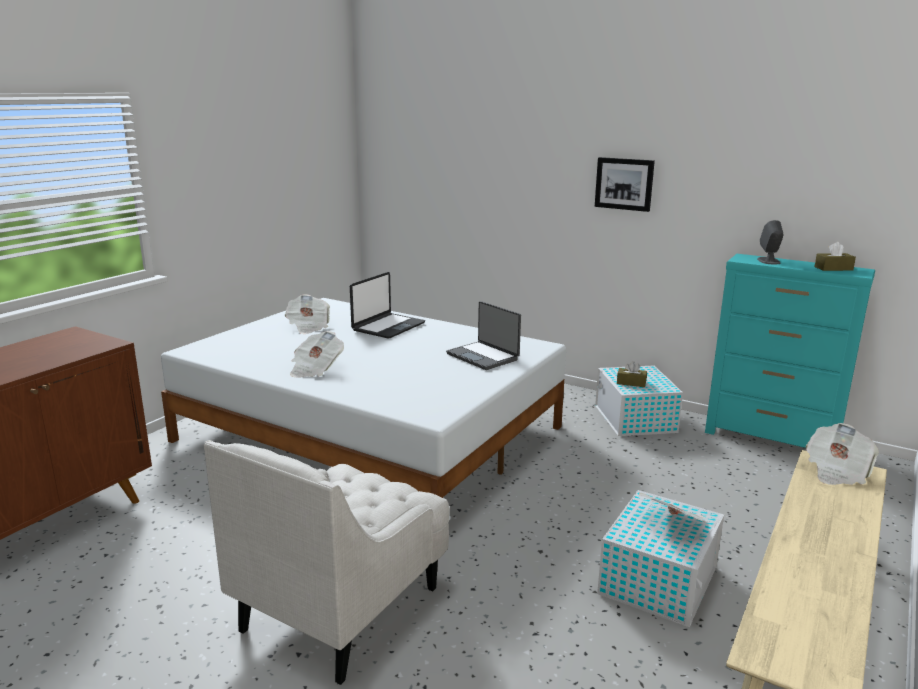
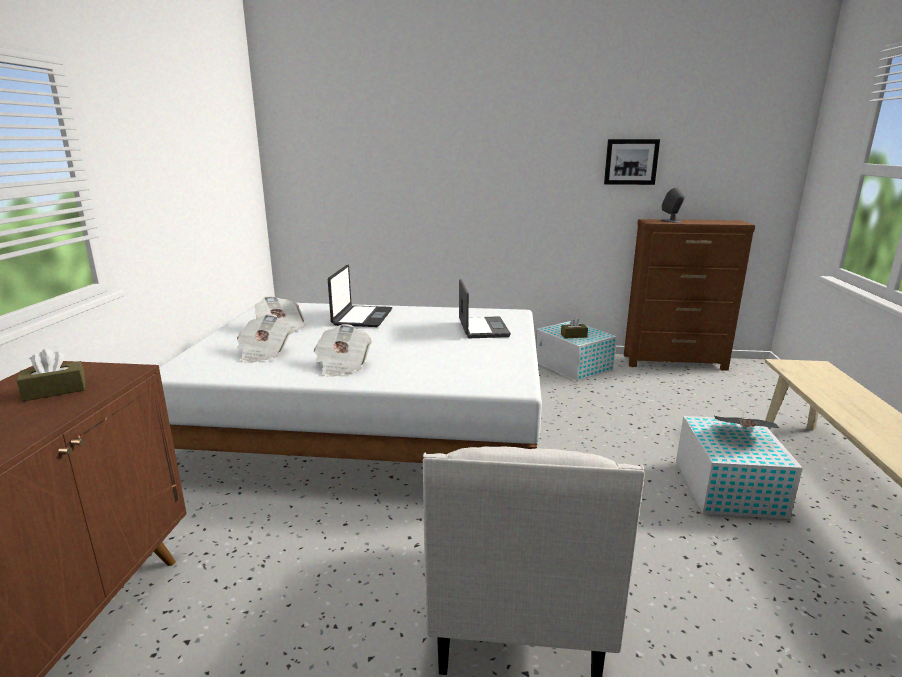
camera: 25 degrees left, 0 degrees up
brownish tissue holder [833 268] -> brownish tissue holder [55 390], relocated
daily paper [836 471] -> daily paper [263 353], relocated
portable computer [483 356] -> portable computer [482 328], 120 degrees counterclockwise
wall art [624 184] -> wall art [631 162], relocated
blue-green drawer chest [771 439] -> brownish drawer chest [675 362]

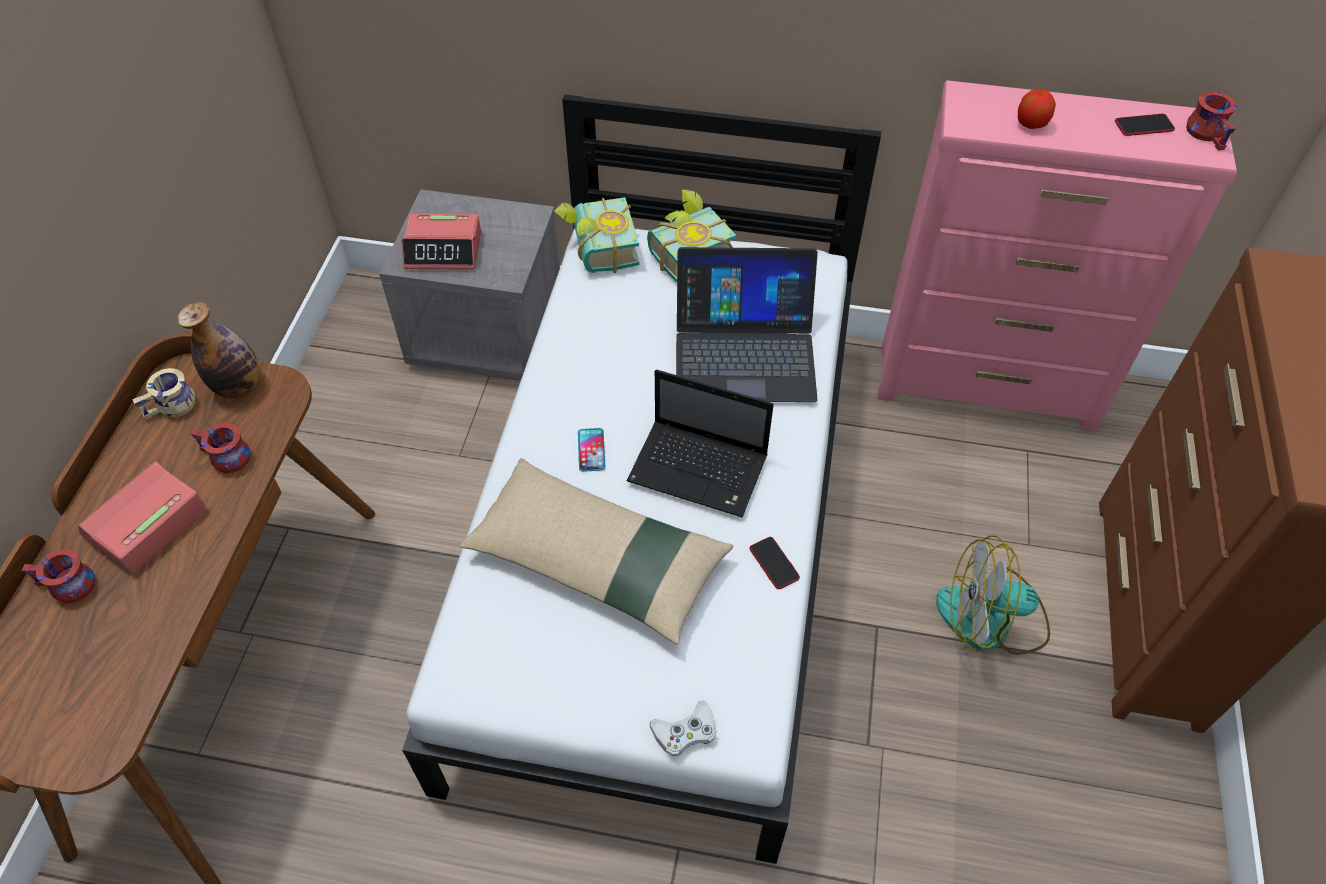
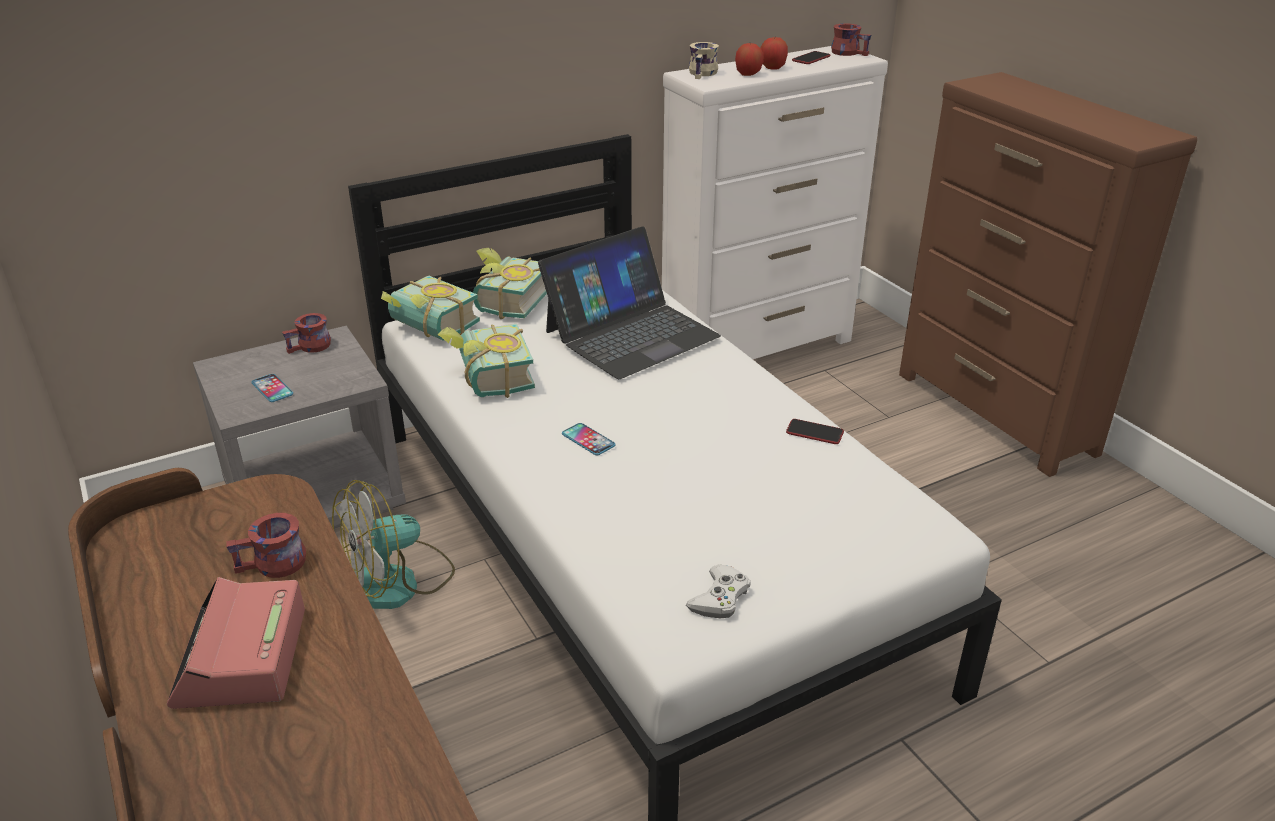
camera: 40 degrees left, 20 degrees down
table clock [444 250] -> handset [272 389]
reddish mug [66 588] -> reddish mug [311 347], relocated
fan [991 620] -> fan [396 581], relocated
none -> book [487 379]
pink drawer chest [988 388] -> whitish drawer chest [759 350]
whitish joypad [685 732] -> whitish joypad [720 598], relocated
beige-coloured mug [172 408] -> beige-coloured mug [704 74], relocated
none -> whole apple [772 68]
bottle [239 386] -> none
beige-coloured cushion [597 560] -> none
portable computer [701 470] -> none

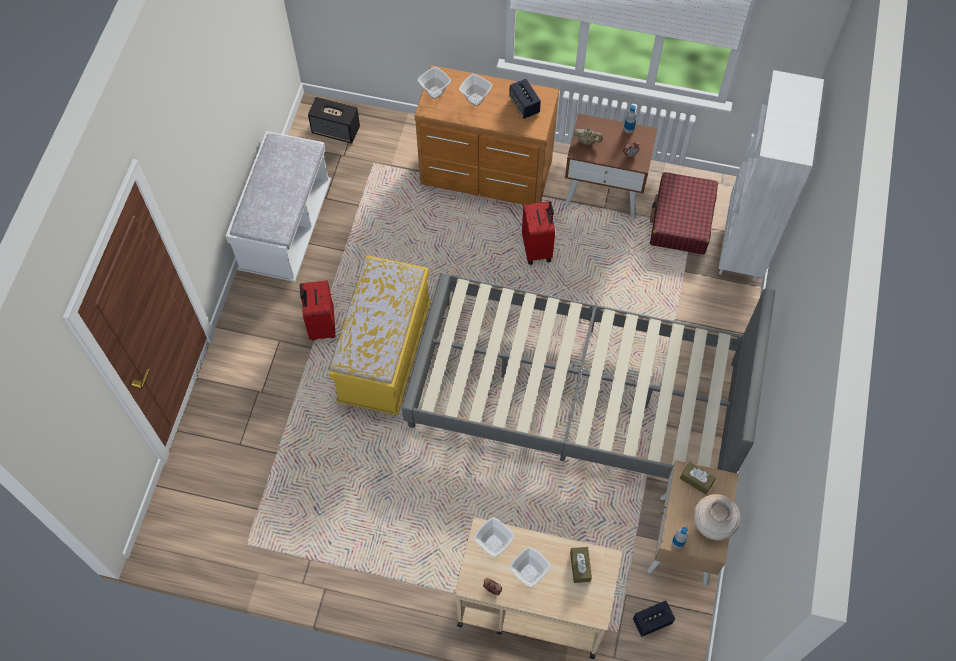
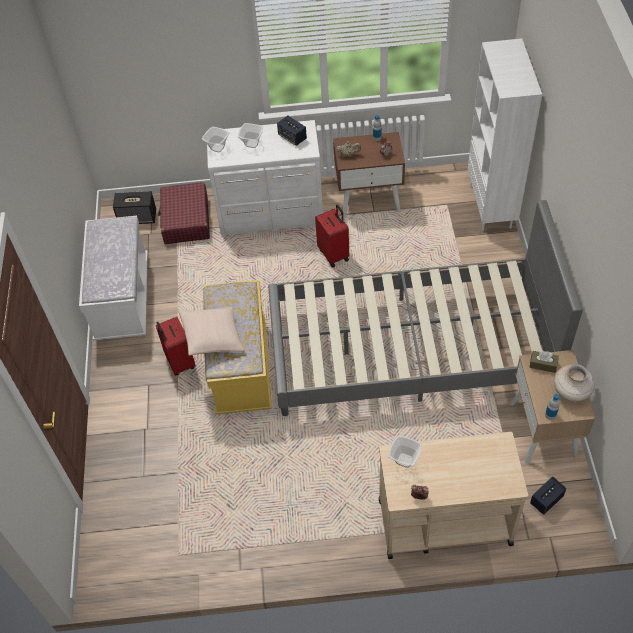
camera: 15 degrees left, 10 degrees down
reddish travel case [681 220] -> reddish travel case [186 220], relocated
none -> beige-coloured cushion [213 337]
brownish drawer chest [486 174] -> whitish drawer chest [272 214]
deep dish [530 573] -> none
brownish tissue holder [580 566] -> none

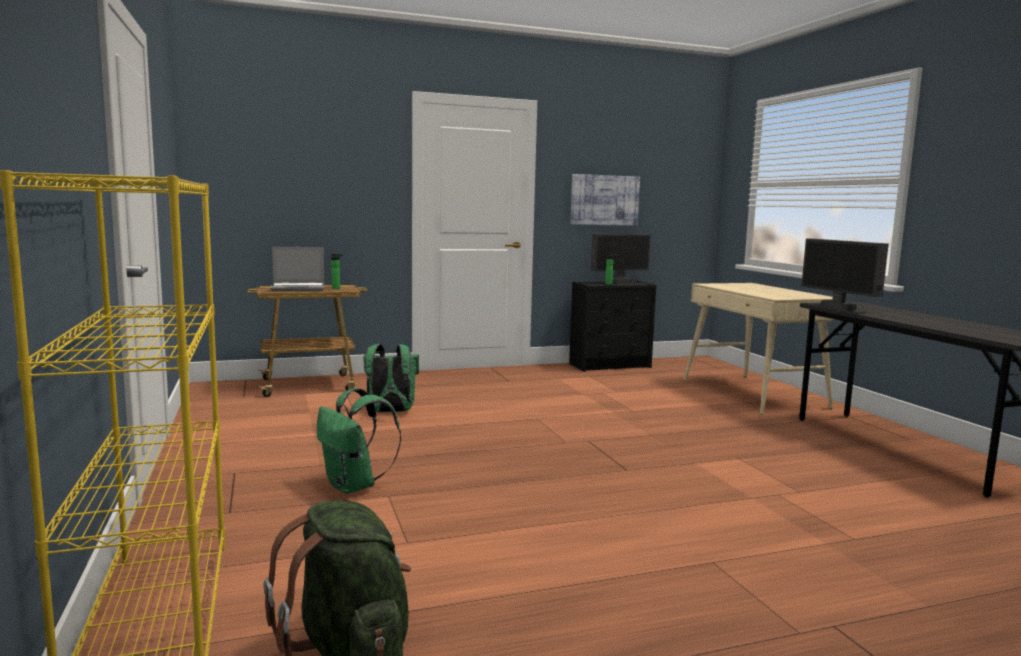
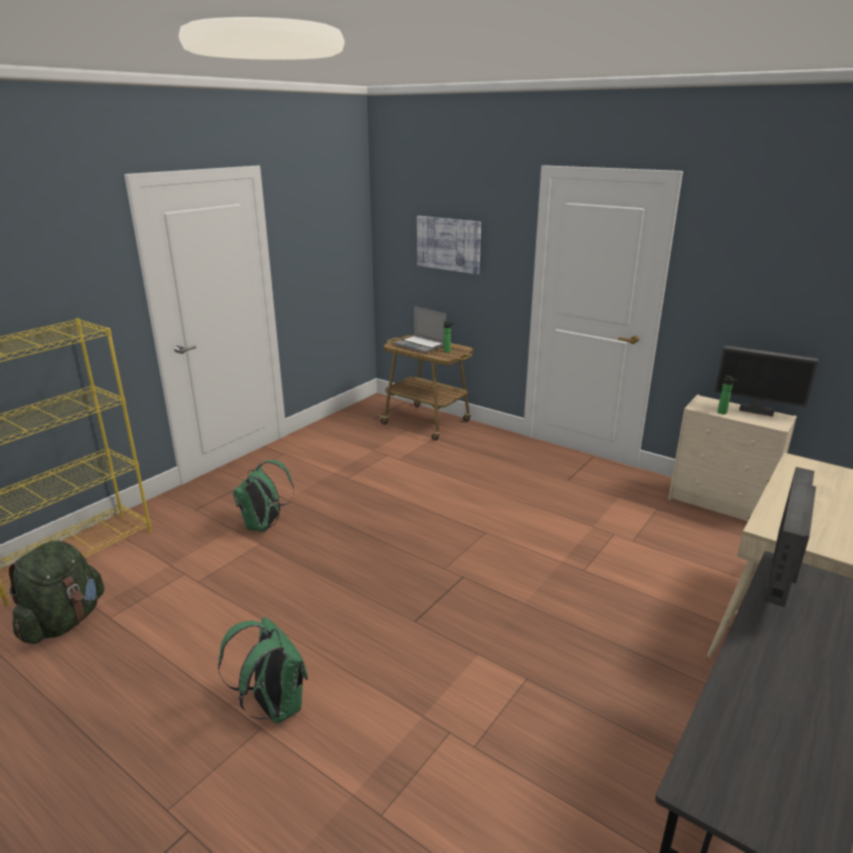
camera: 55 degrees right, 15 degrees up
green-coloured knapsack [390 412] -> green-coloured knapsack [273 706], relocated
wall art [604 200] -> wall art [448 244], relocated
black-coloured drawer chest [611 365] -> beige-coloured drawer chest [721 504]

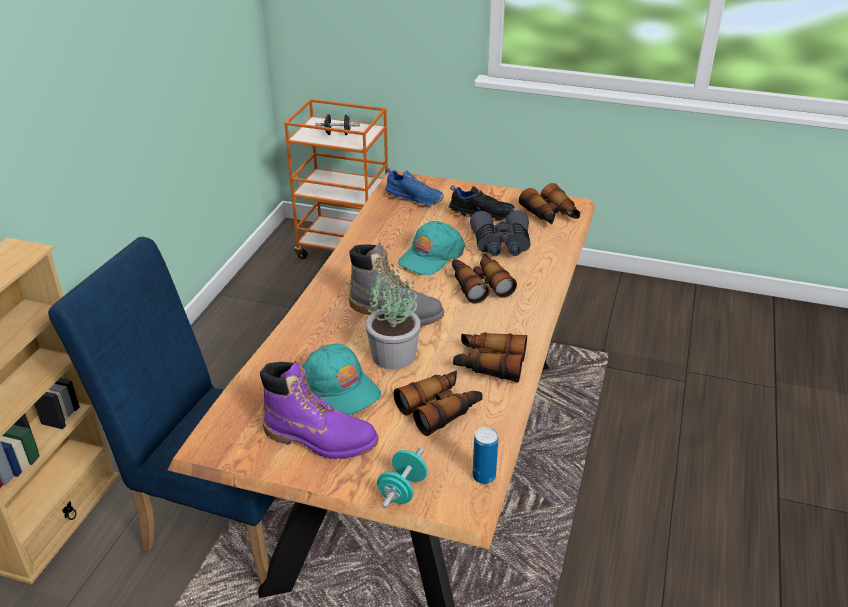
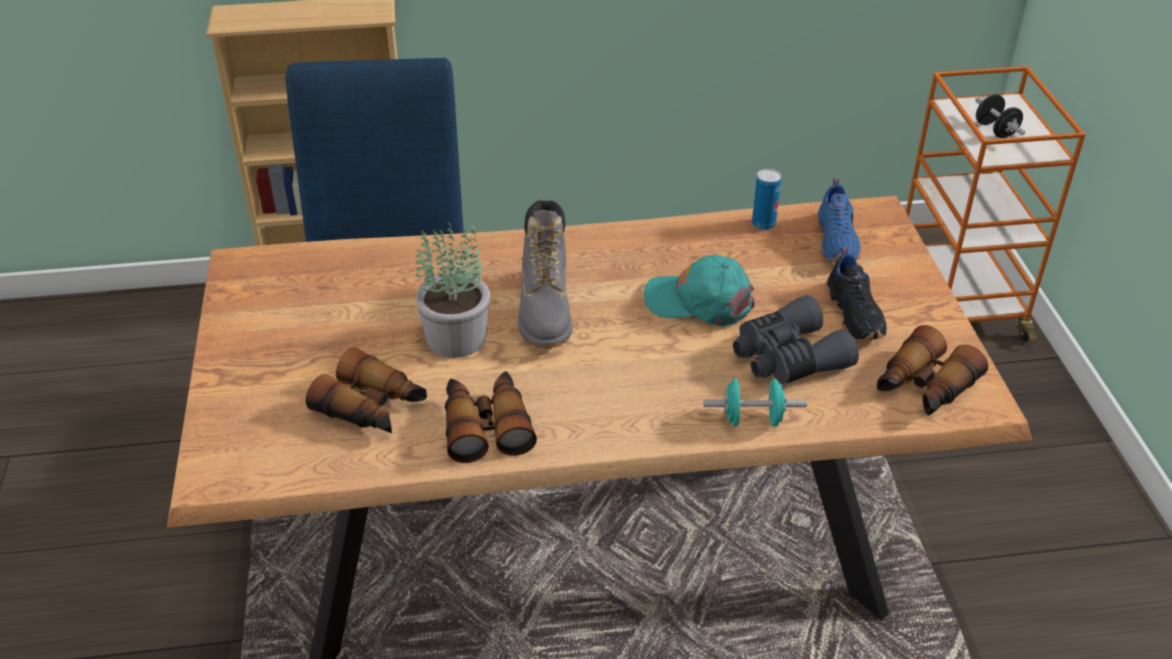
camera: 65 degrees right, 5 degrees up
blue-green dumbbell [402 490] -> blue-green dumbbell [752 419], relocated
can [484 476] -> can [763 224], relocated
purplish tall boot [320 439] -> none
blue-green peaked cap [340 387] -> none
pair of binoculars [479 284] -> none

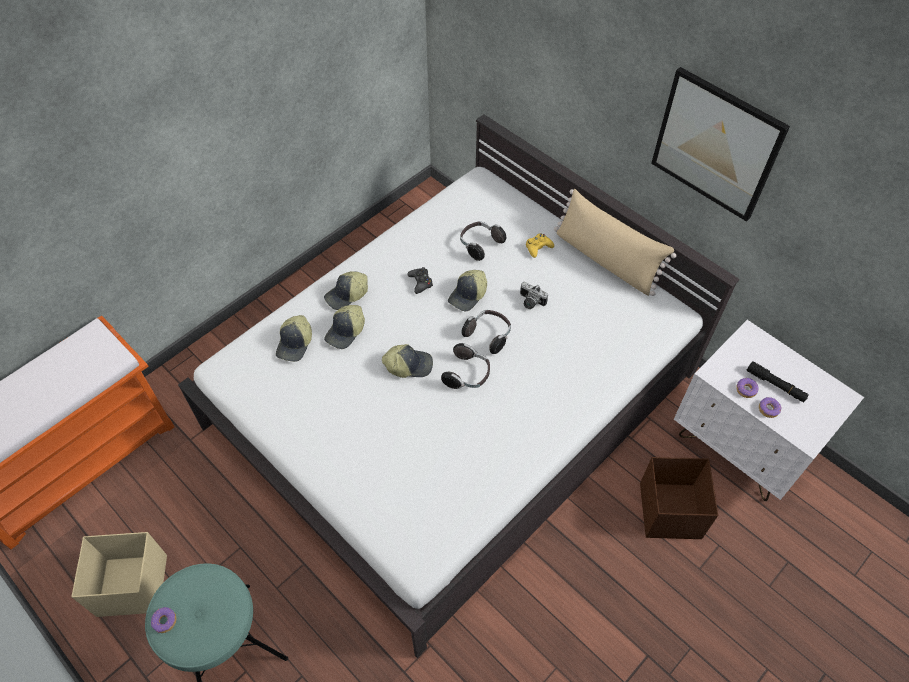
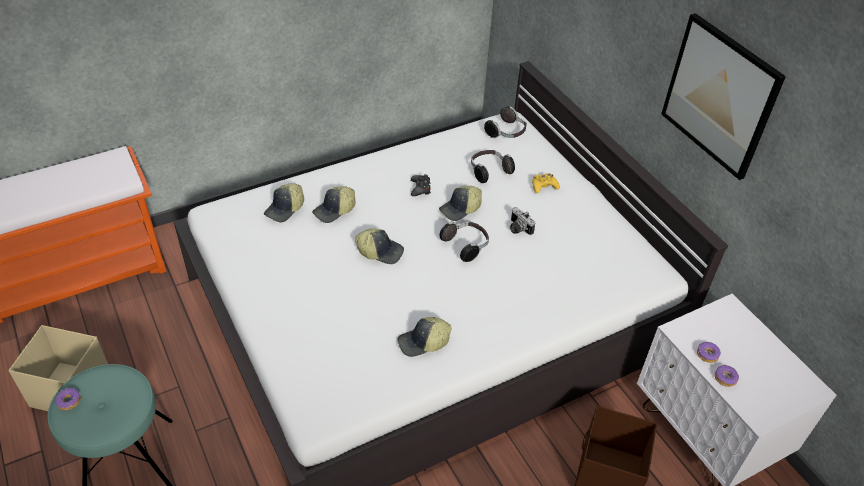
camera: 15 degrees right, 10 degrees down
peaked cap [347 295] -> peaked cap [423 343], relocated
pair of headphones [467 375] -> pair of headphones [506 133], relocated
beige-coloured cushion [606 260] -> none
black-coloured torch [775 385] -> none

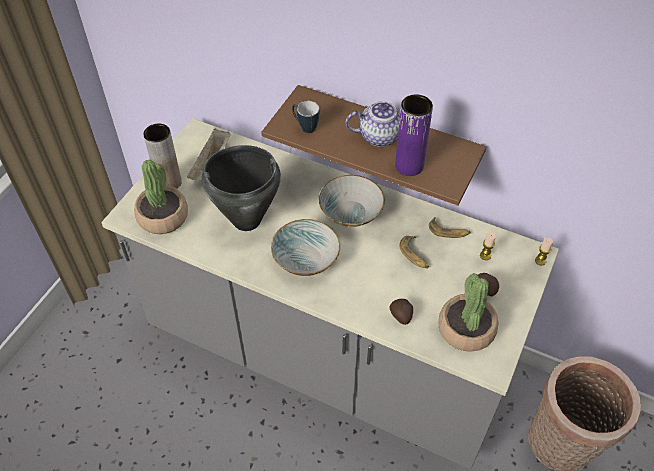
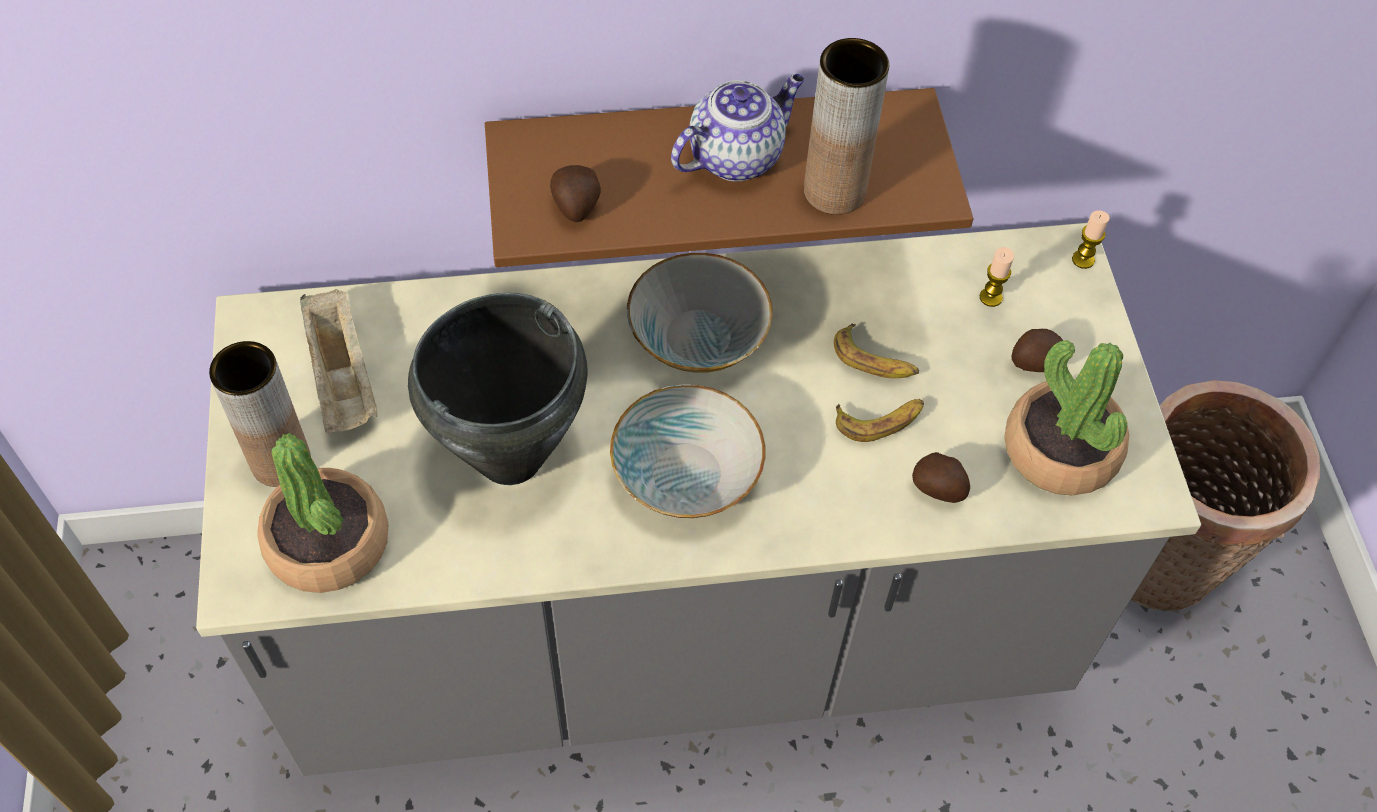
camera: 35 degrees left, 5 degrees up
mug [305 127] -> spud [576 207]
purplish vase [409 165] -> brownish vase [834 191]
banana fruit [448 231] -> banana fruit [880 420], relocated

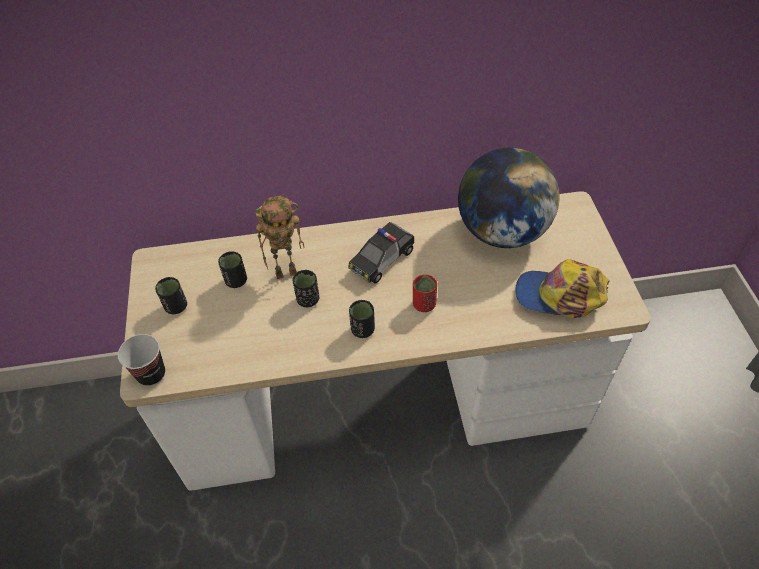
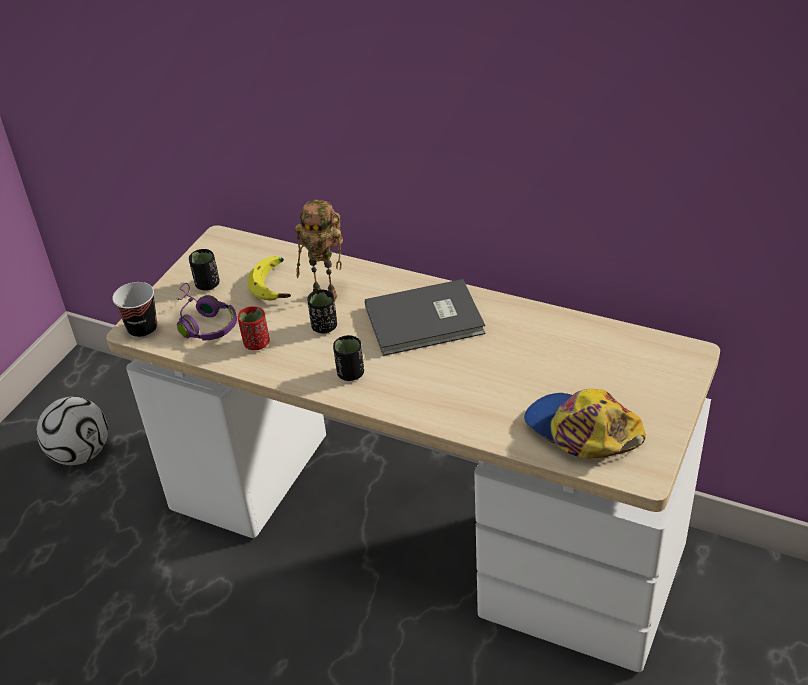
camera: 35 degrees right, 10 degrees down
none -> ball for football [81 453]
none -> purplish pair of headphones [203 323]
reddish small cup [424 304] -> reddish small cup [256 343], relocated
black-coloured small cup [236 281] -> banana fruit [275 284]
toy car [382 260] -> gray book [426 321]
globe [501 232] -> none

